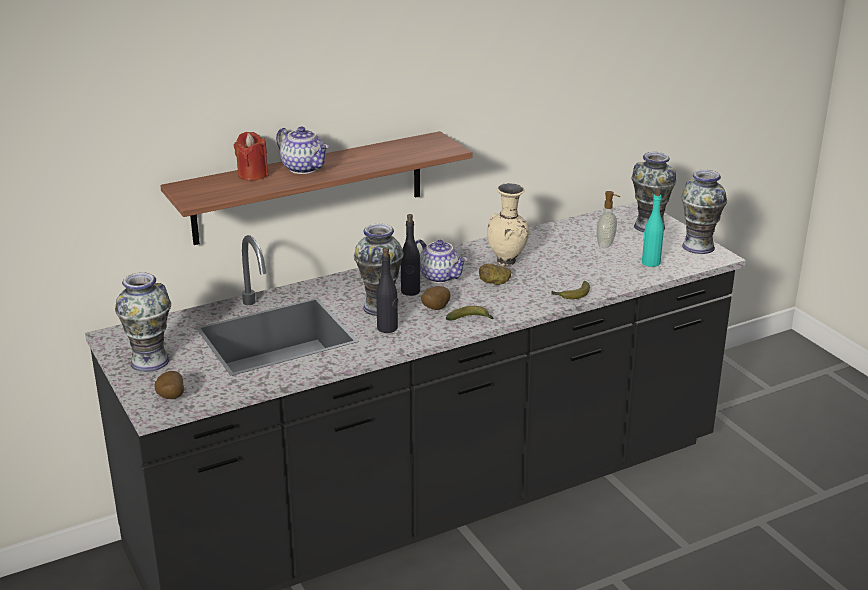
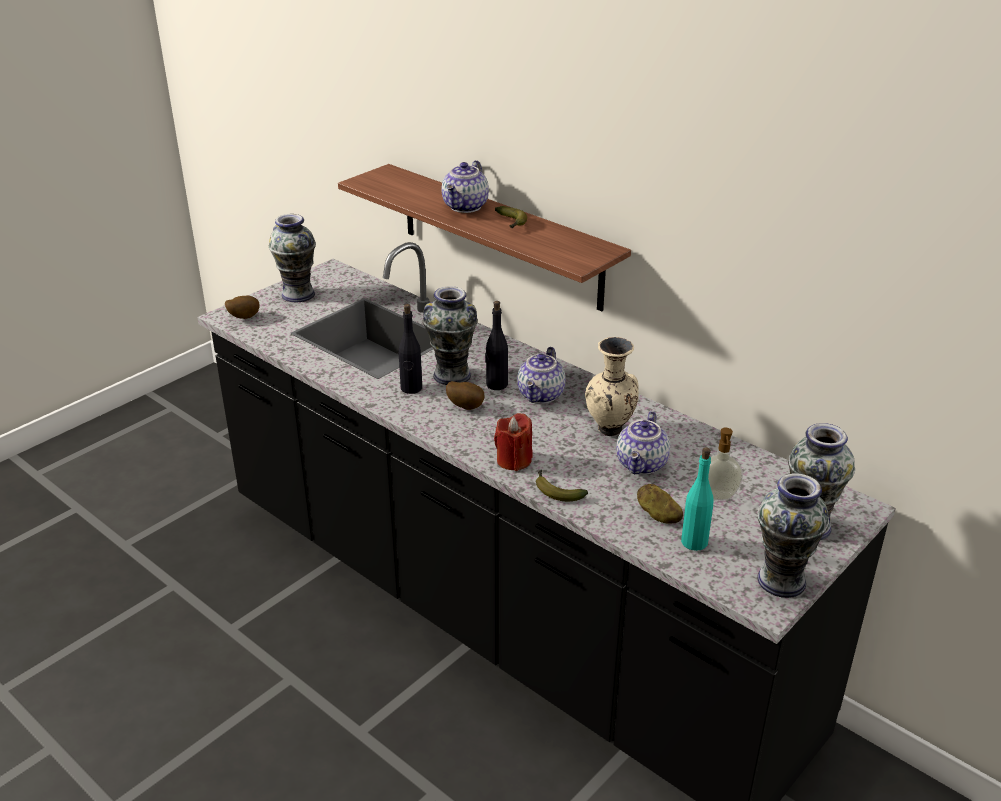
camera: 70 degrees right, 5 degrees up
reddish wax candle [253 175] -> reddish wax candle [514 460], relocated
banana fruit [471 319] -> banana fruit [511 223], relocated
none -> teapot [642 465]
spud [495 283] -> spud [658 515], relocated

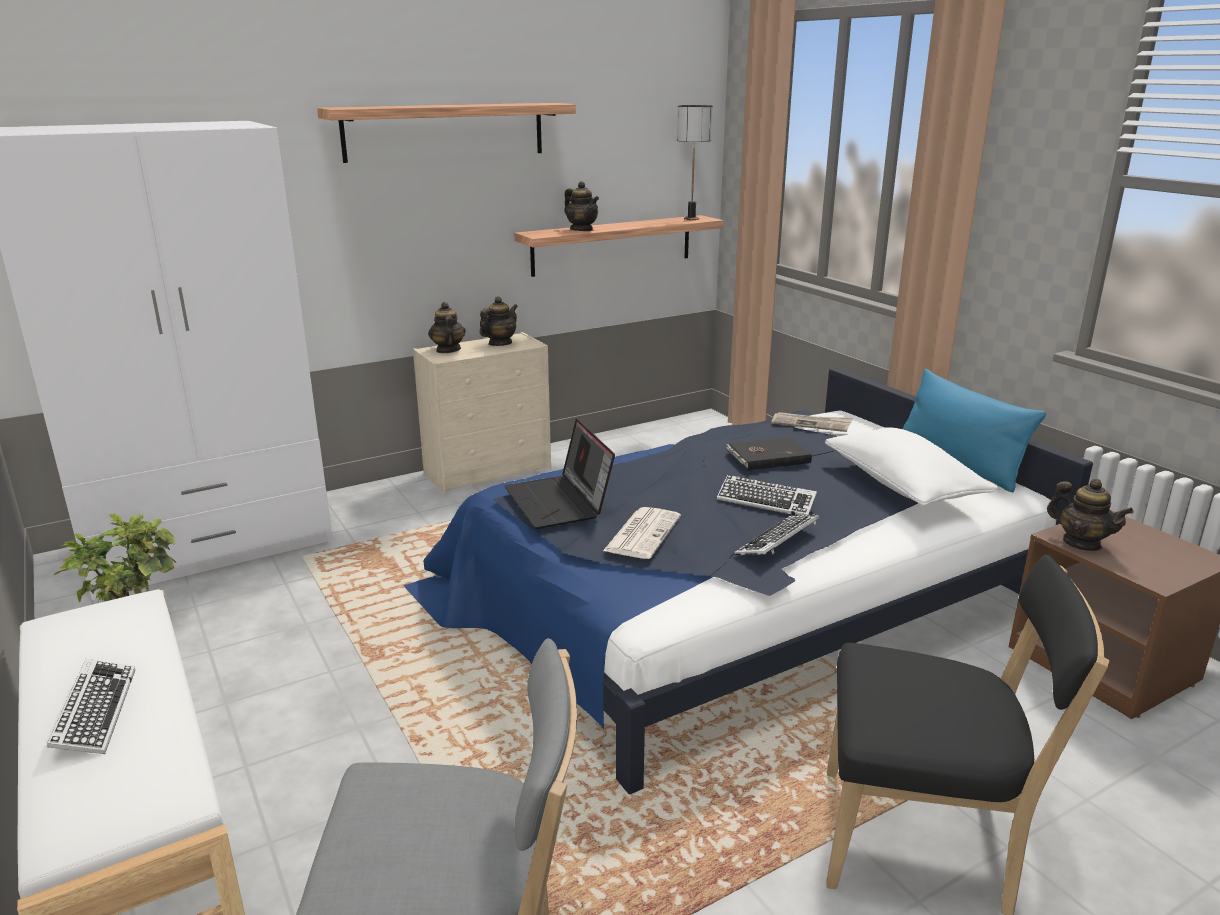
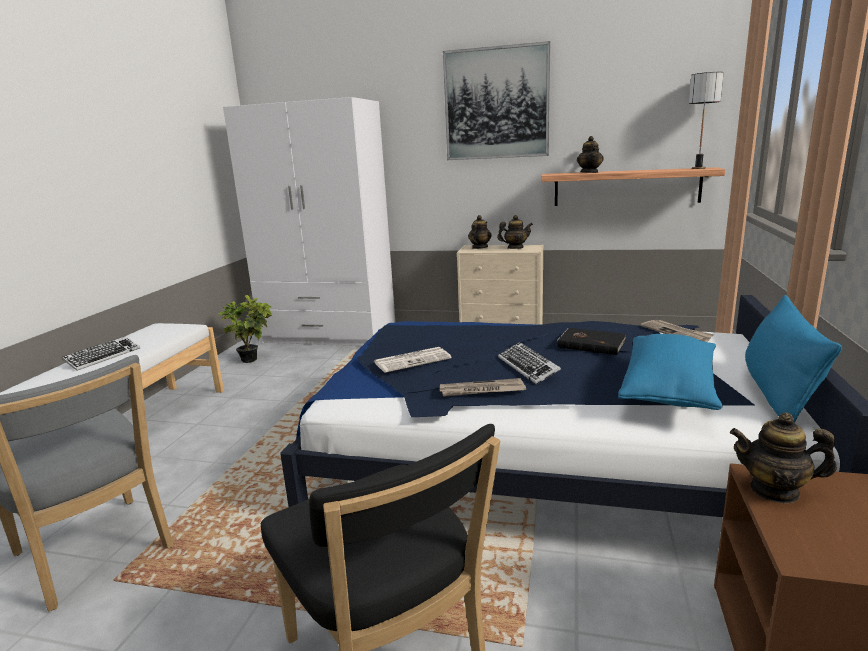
camera: 45 degrees right, 5 degrees down
PC keyboard [777 542] -> daily paper [481 390]
wall shelf [445 131] -> wall art [496 104]
whitish cushion [903 486] -> blue-coloured cushion [669 390]
teapot [1081 543] -> teapot [775 490], 105 degrees clockwise
portable computer [560 502] -> none

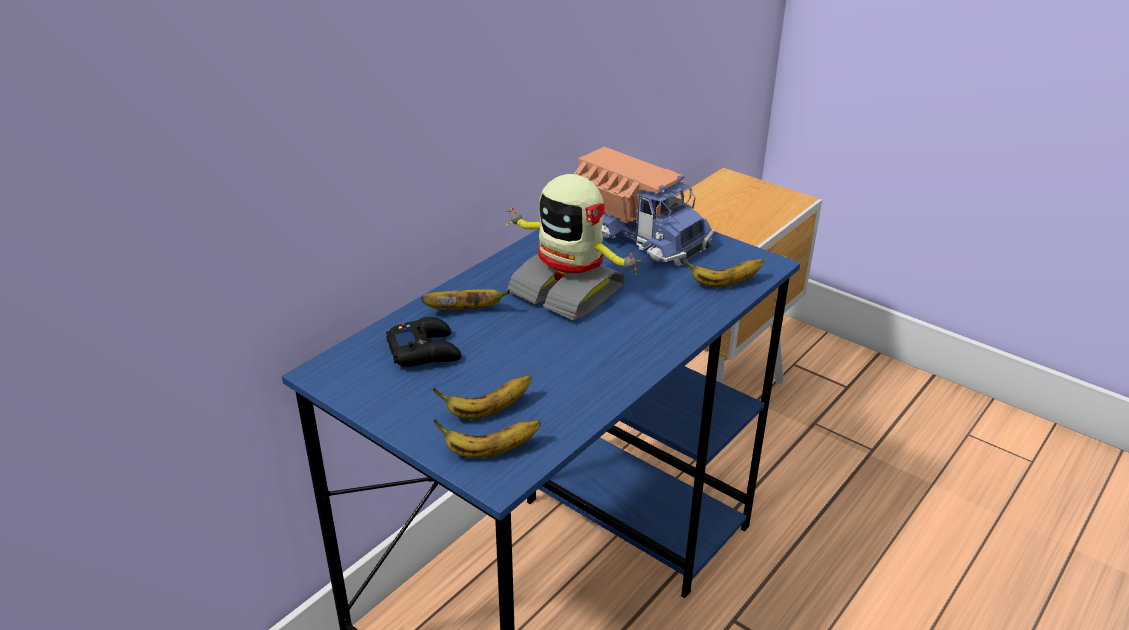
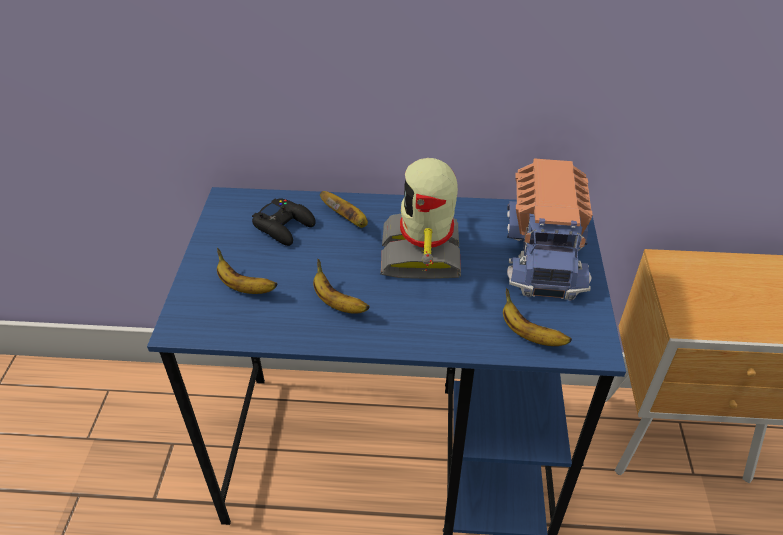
camera: 55 degrees right, 10 degrees up
banana fruit [490 451] -> banana fruit [337 303], relocated

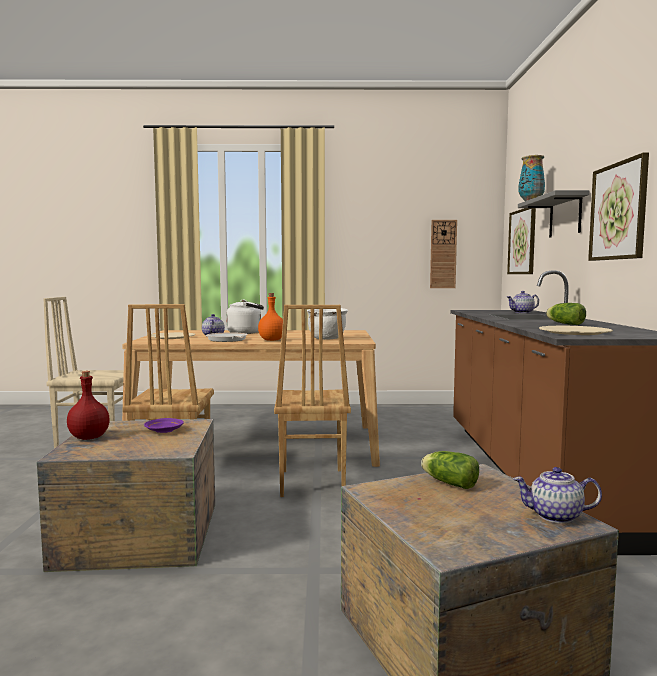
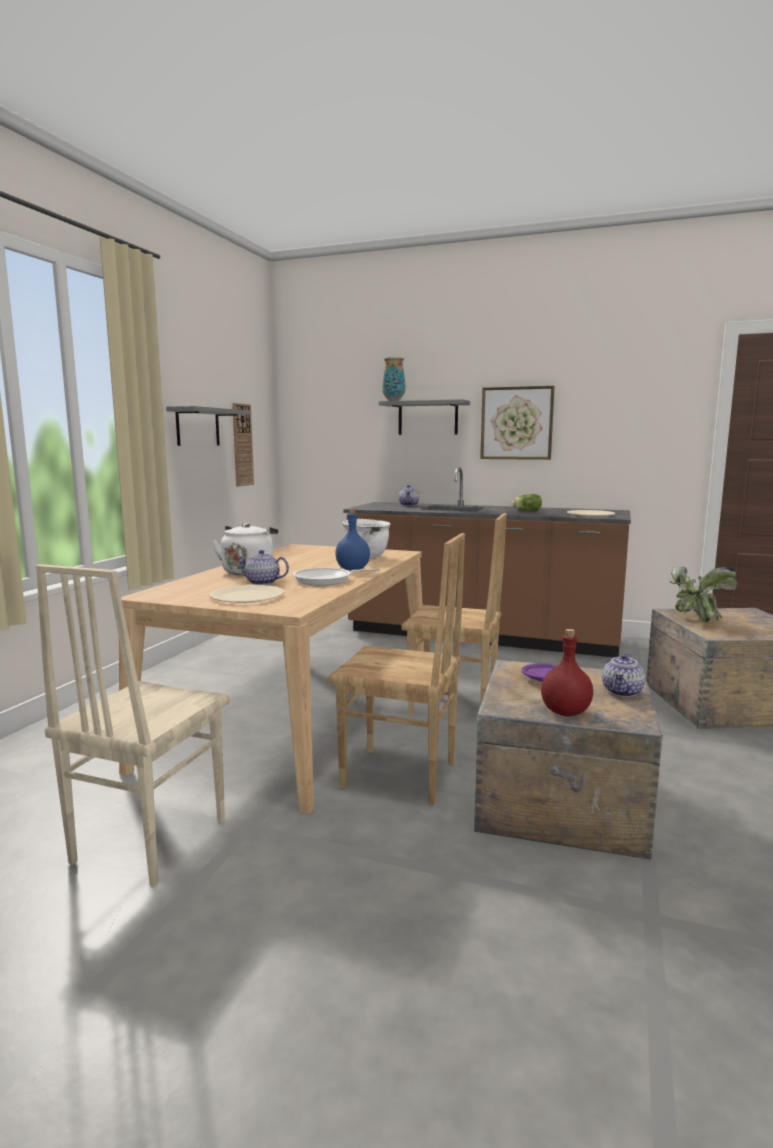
camera: 70 degrees left, 5 degrees up
none -> gray wall shelf [198 427]
orangey bottle [271 340] -> blue-coloured bottle [352 569]
teapot [555 516] -> teapot [622 692], relocated
lettuce [448 483] -> potted plant [694 619]
wall art [522 242] -> none

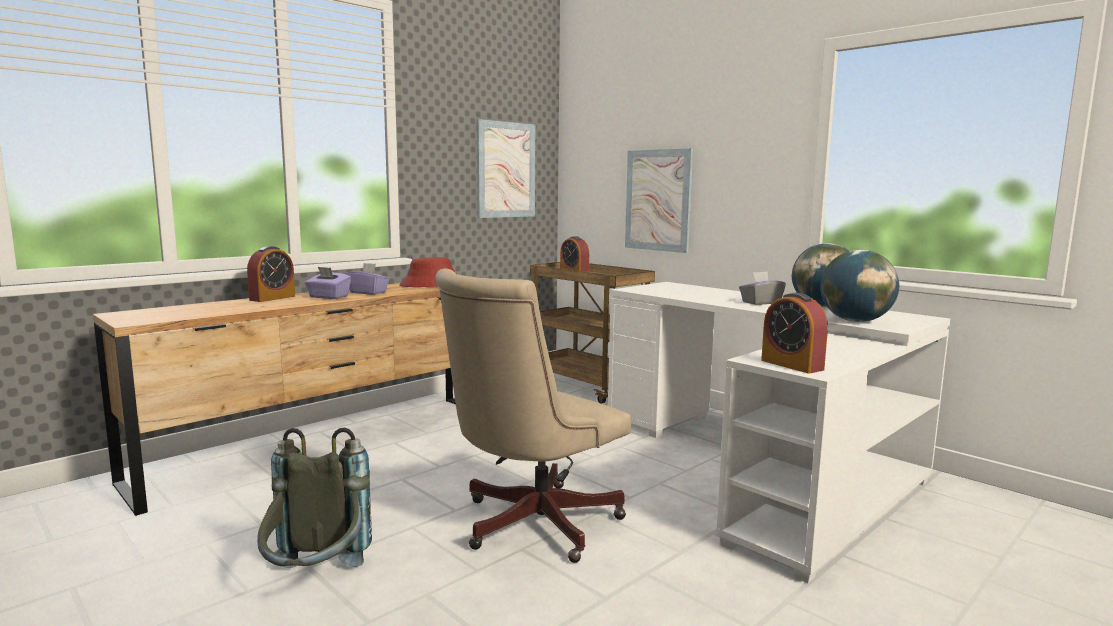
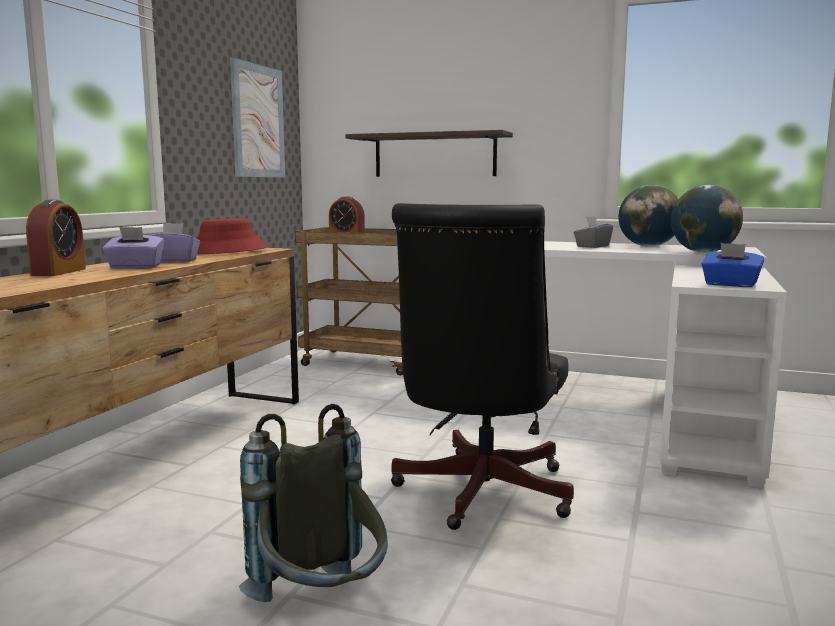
camera: 25 degrees left, 0 degrees up
wall art [658 200] -> wall shelf [434 155]
beige-coloured computer chair [530 525] -> black-coloured computer chair [478 495]
table clock [792 365] -> blue-coloured tissue holder [730 284]

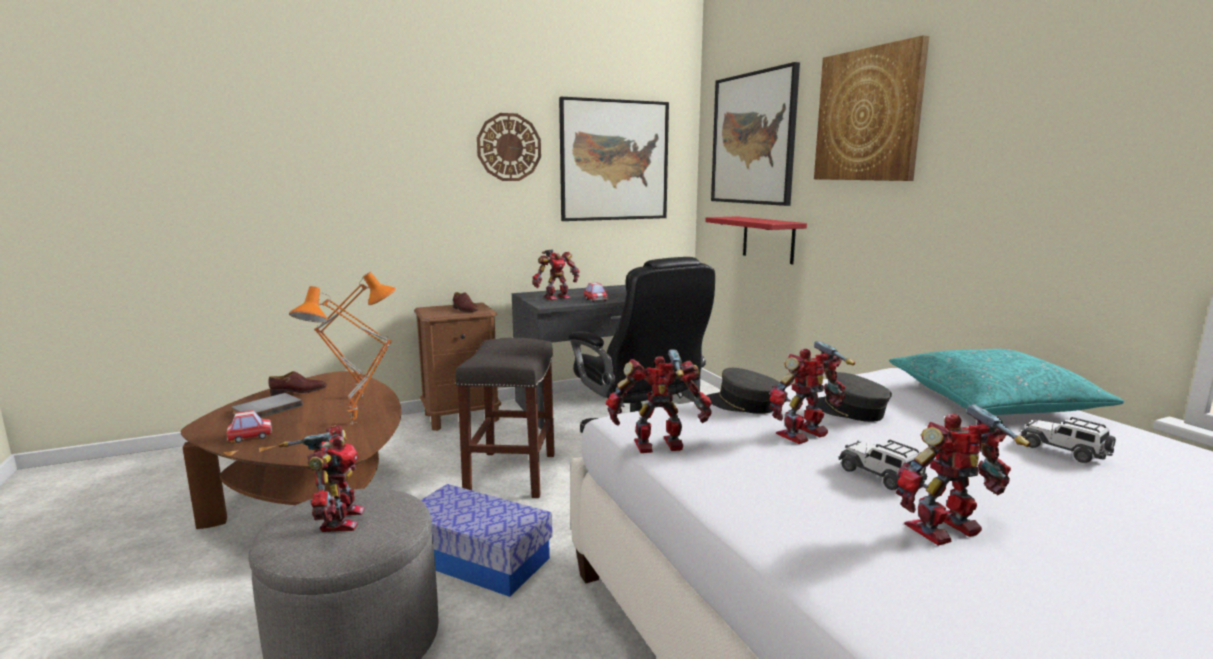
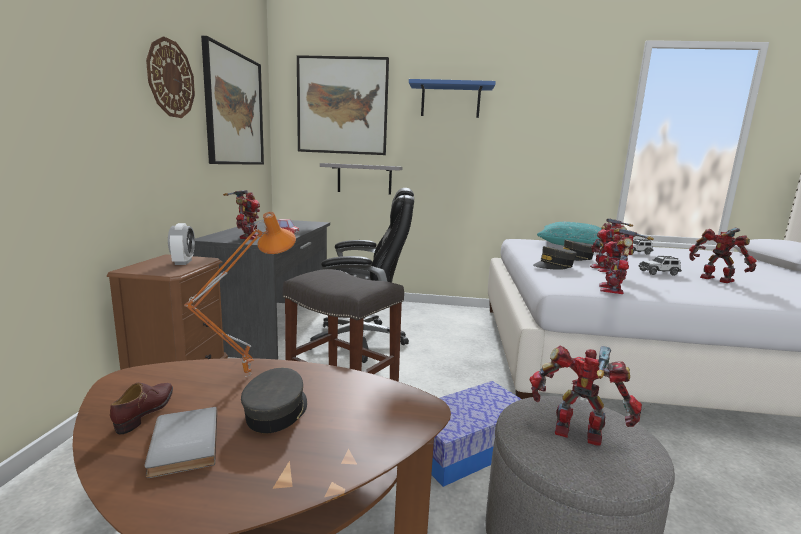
camera: 60 degrees left, 0 degrees up
brownish shoe [465 310] -> table clock [183 262]
none -> gray peaked cap [277 412]
reddish wall shelf [768 239] -> gray wall shelf [364 179]
wall art [868 115] -> blue-coloured wall shelf [450 101]
robot figure [947 532] -> robot figure [716 280], 135 degrees clockwise
toy car [250 436] -> none
orangey lamp for a table [354 424] -> none

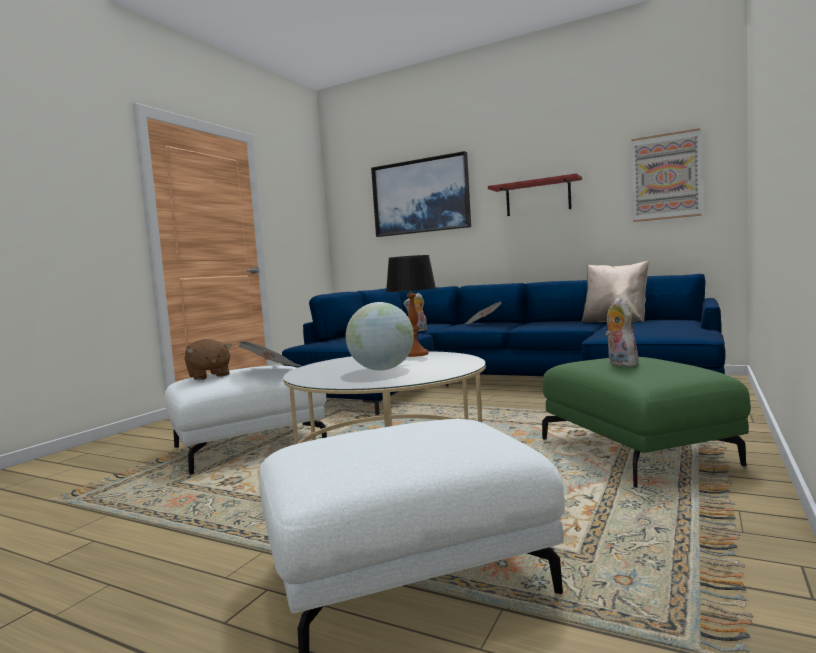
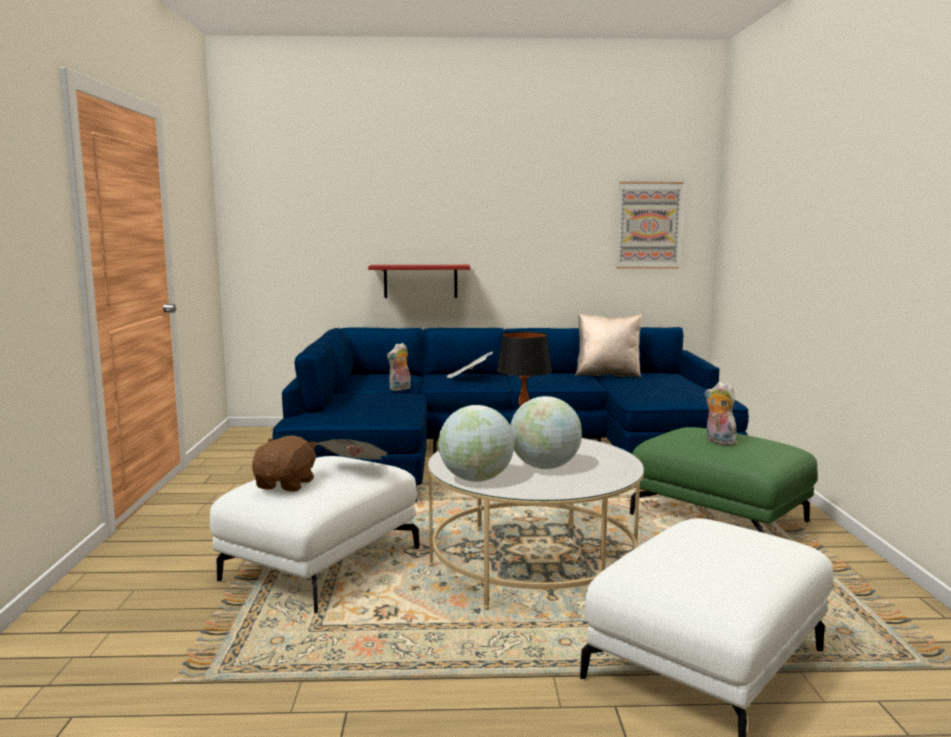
camera: 30 degrees left, 5 degrees up
brownish cuddly toy [208 376] -> brownish cuddly toy [286 484], 105 degrees counterclockwise
reddish wall shelf [538 197] -> reddish wall shelf [420 281], relocated
none -> globe [476 479]
wall art [420 196] -> none

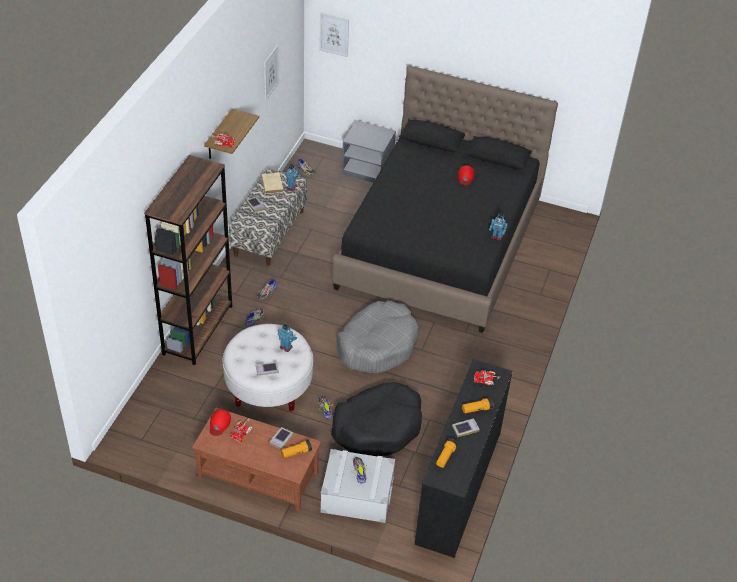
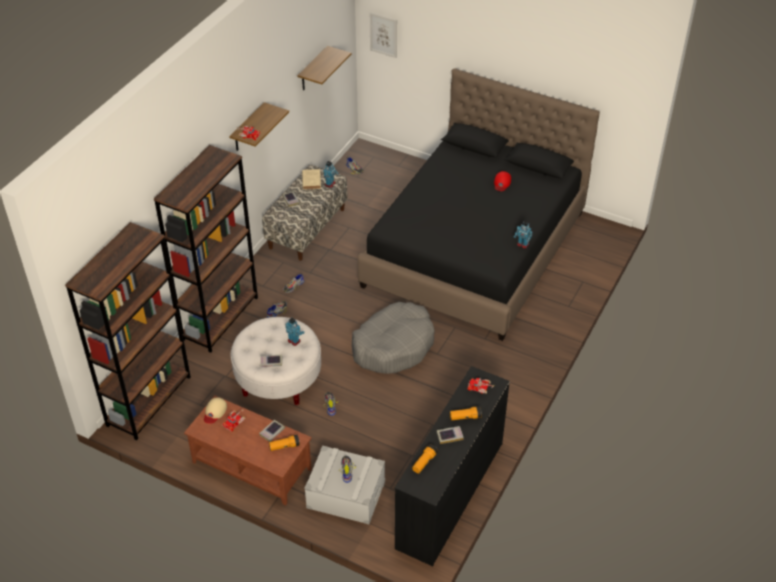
camera: 10 degrees right, 0 degrees up
none -> brownish shelving unit [149 401]
reddish peaked cap [219 423] -> beige-coloured peaked cap [215 411]
wall art [270 72] -> wall shelf [313 69]
black-coloured pet bed [377 427] -> none
gray nightstand [368 169] -> none

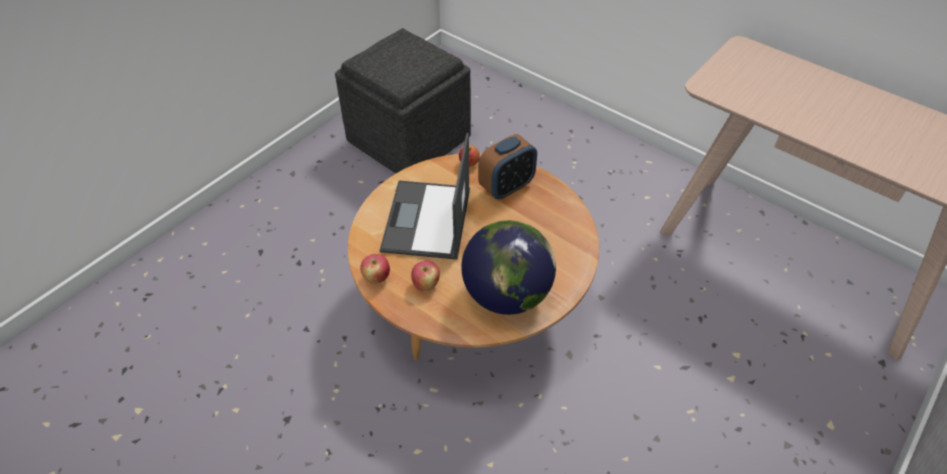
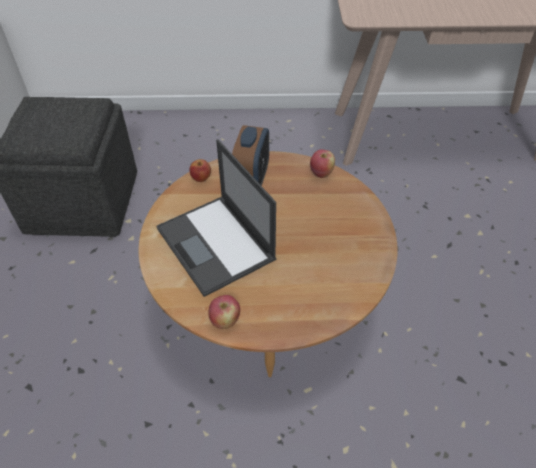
camera: 40 degrees left, 0 degrees up
whole apple [426 285] -> whole apple [321 173], relocated
globe [507 294] -> none

